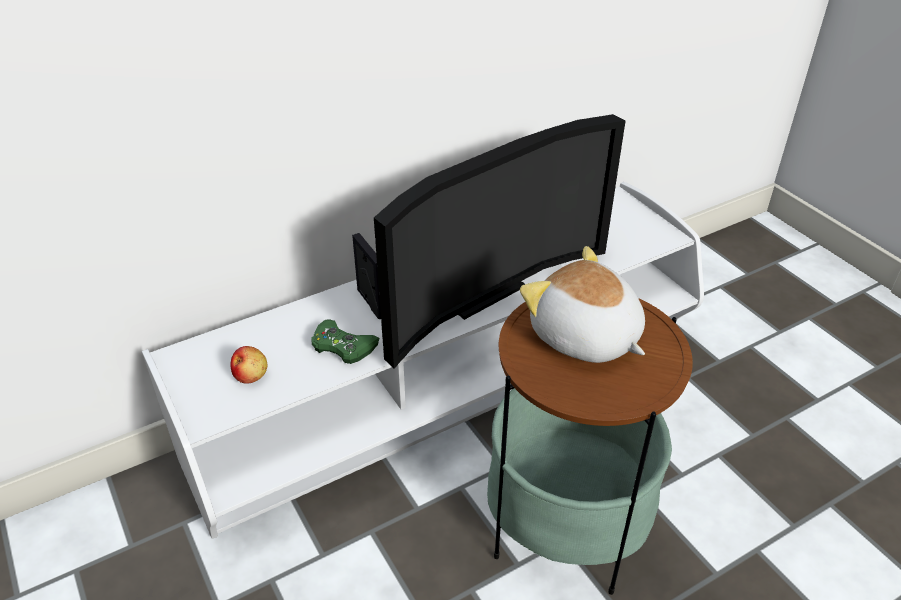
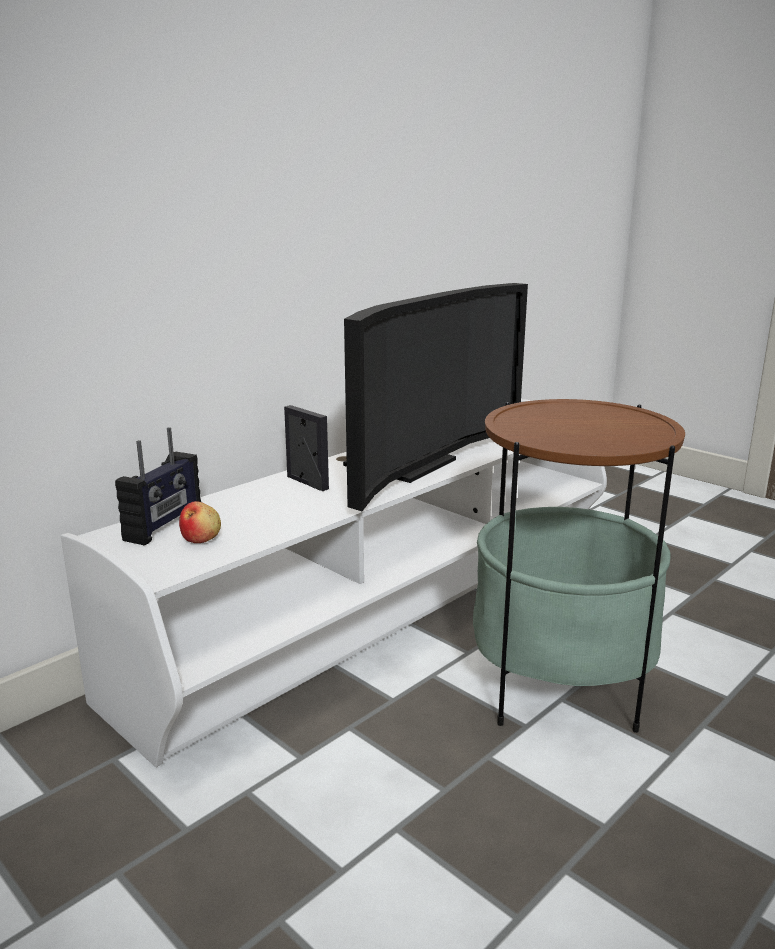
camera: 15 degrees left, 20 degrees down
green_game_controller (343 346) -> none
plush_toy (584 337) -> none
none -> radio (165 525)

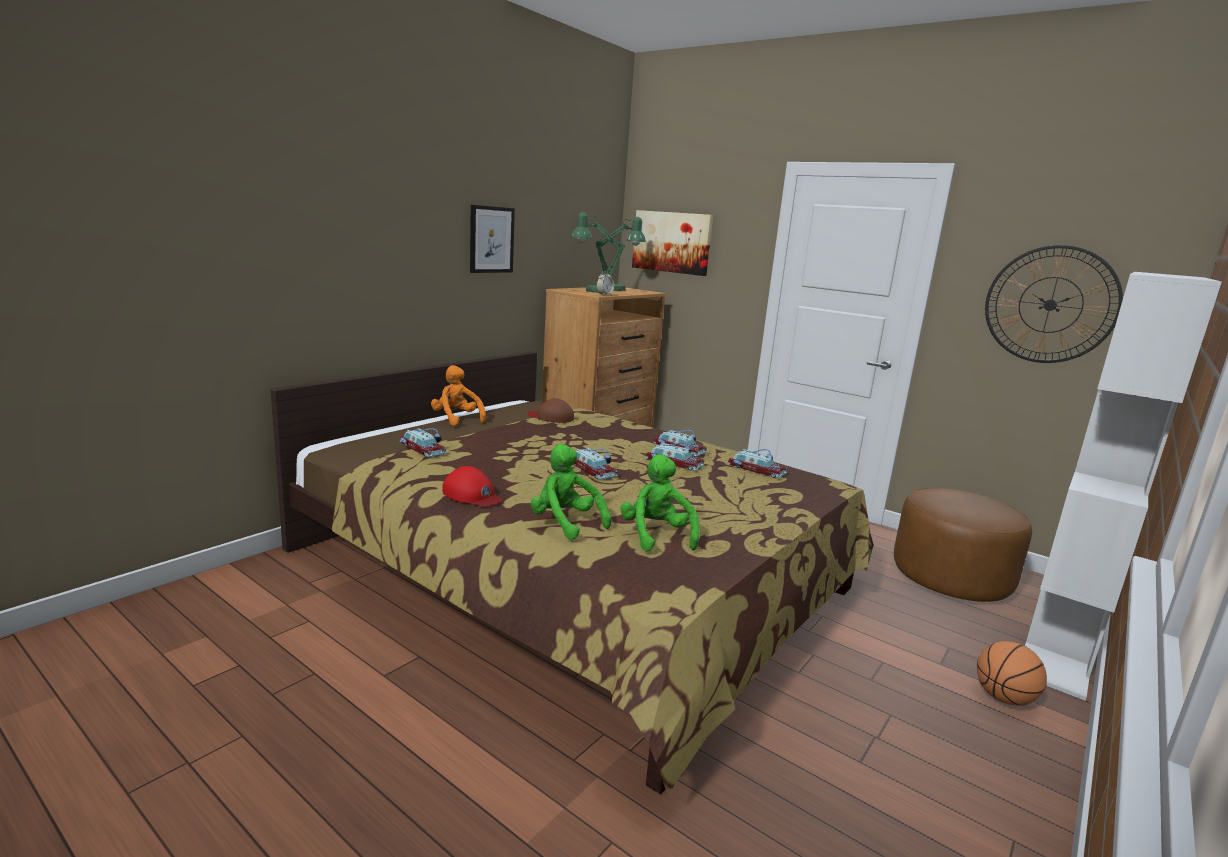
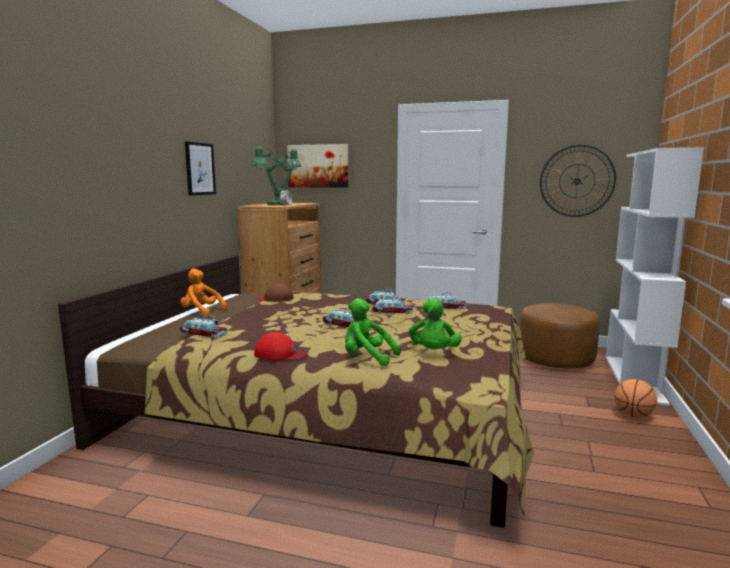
camera: 20 degrees left, 5 degrees down
green_plush_toy (656 536) -> green_plush_toy (433 353), 135 degrees counterclockwise

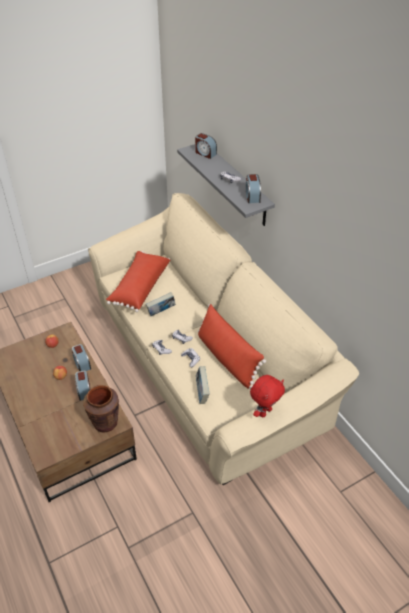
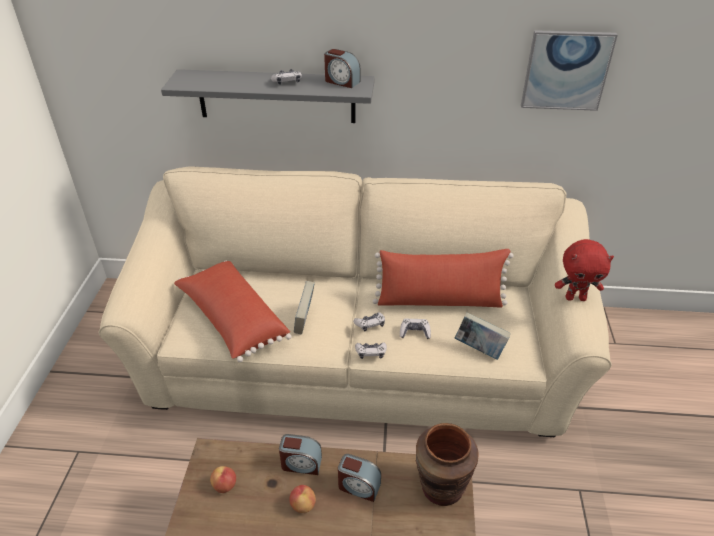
camera: 55 degrees left, 5 degrees down
alarm_clock (205 153) -> none
red_plush_toy (265 411) -> red_plush_toy (575 298), 105 degrees clockwise
none -> picture (566 70)

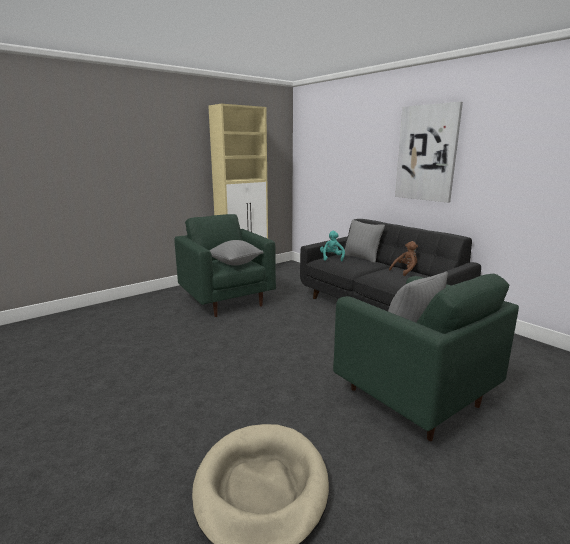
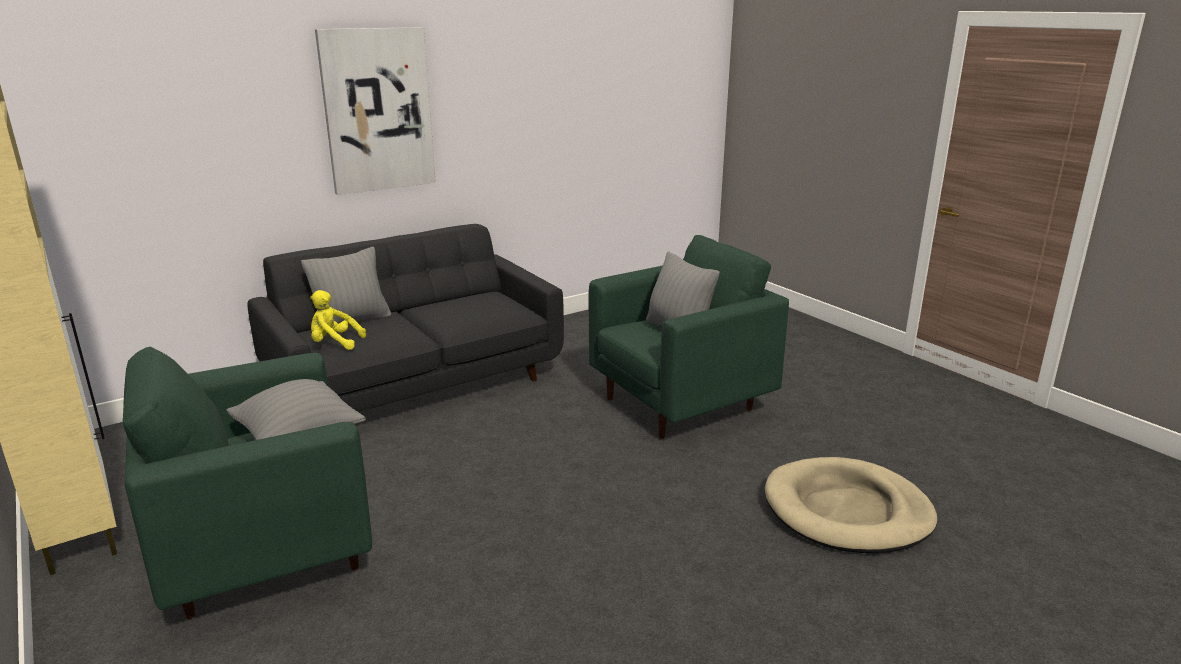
camera: 85 degrees left, 5 degrees up
turquoise_plush_toy (332 258) -> yellow_plush_toy (334 343)
brown_plush_toy (405 271) -> none

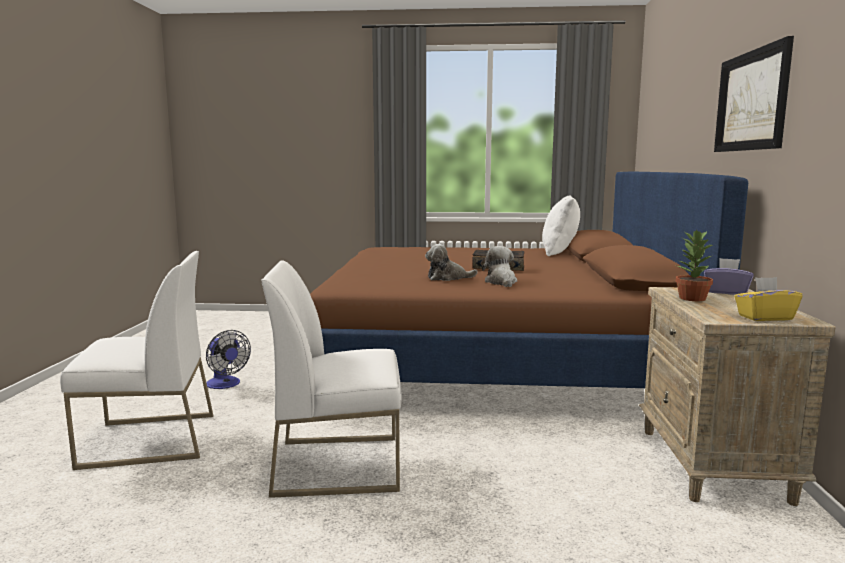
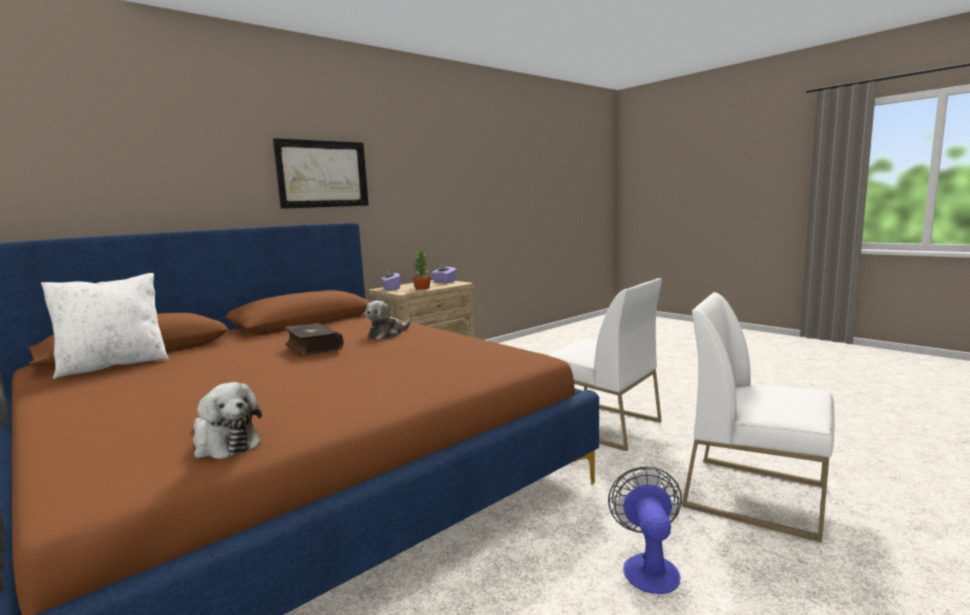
camera: 135 degrees left, 0 degrees up
plush_toy (447 278) -> plush_toy (224 444), relocated
yellow_tissue_box (764 317) -> purple_tissue_box (444 281)

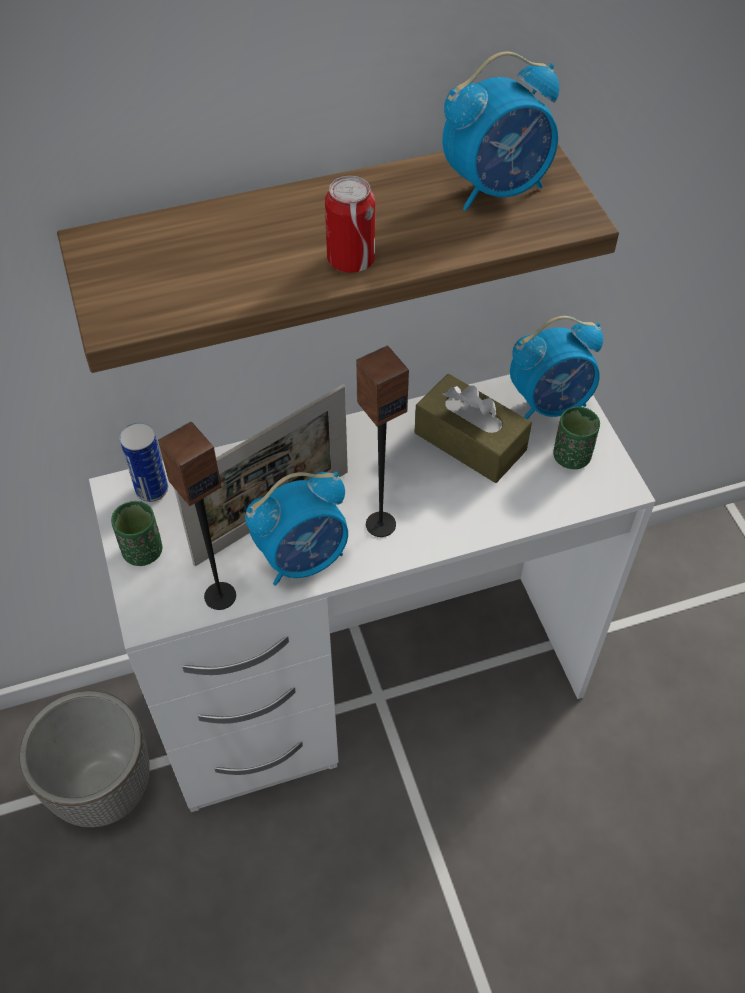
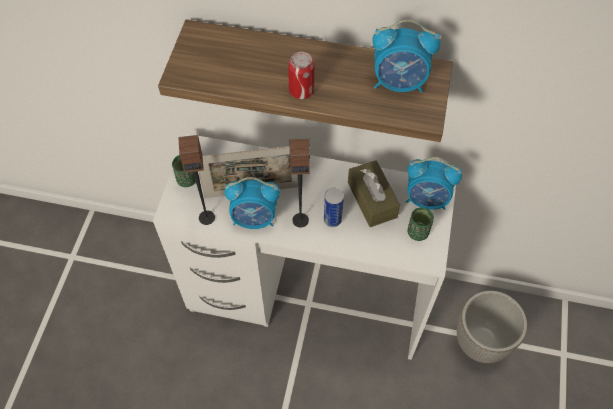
camera: 30 degrees right, 5 degrees up
planter (105 787) -> planter (481 341), relocated
can (152 489) -> can (332 220), relocated

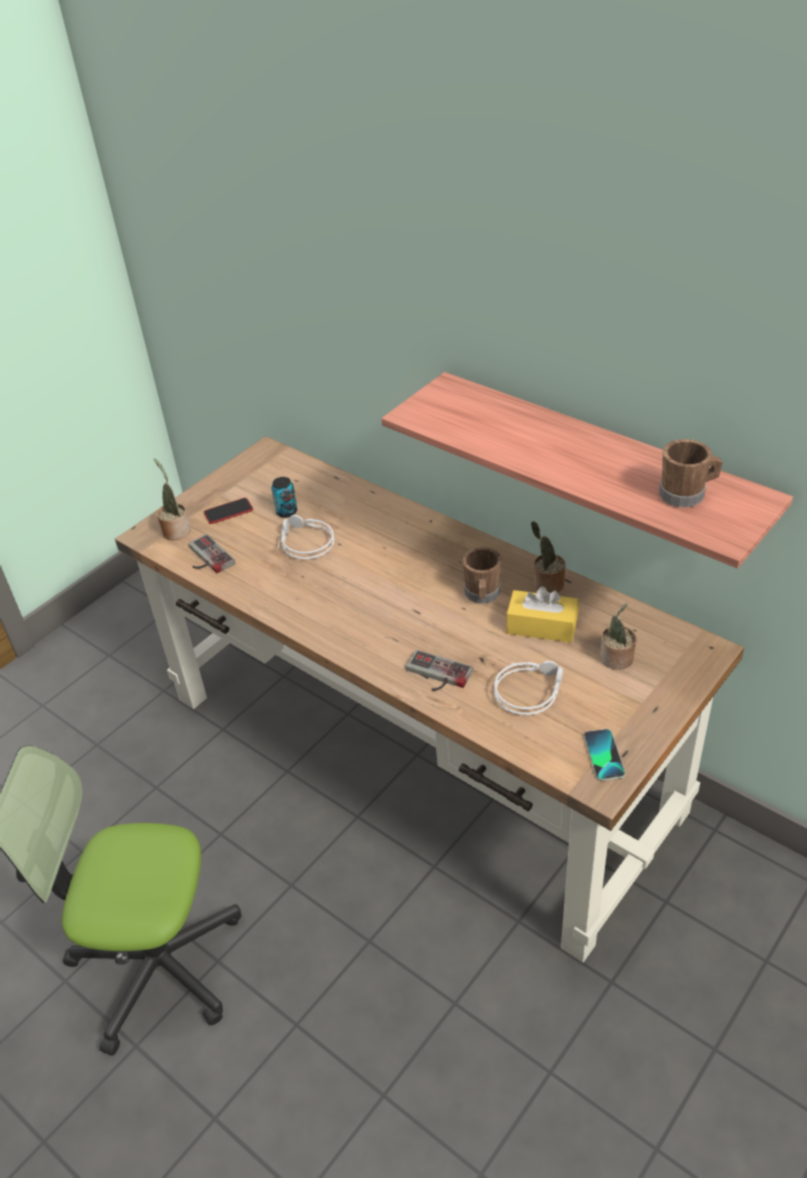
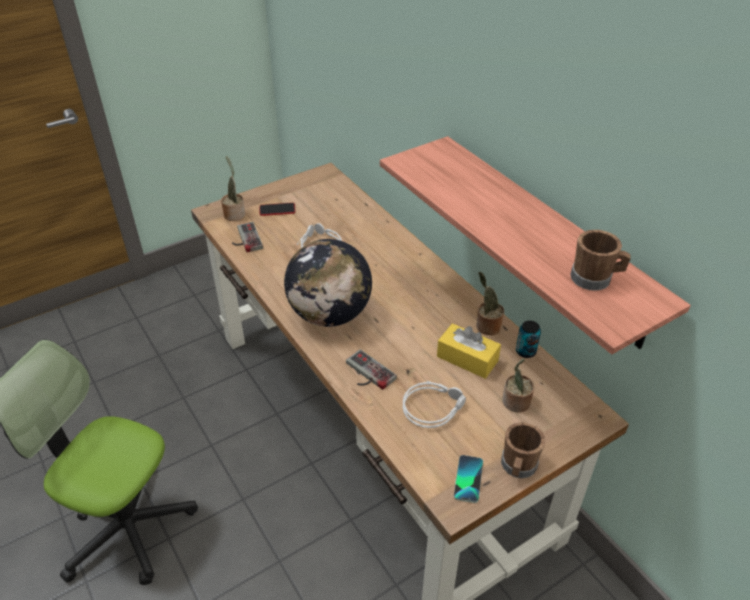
camera: 15 degrees right, 0 degrees up
can (286 512) -> can (525 351), relocated
brown_mug (482 594) -> brown_mug (518 467), relocated
none -> globe (330 314)

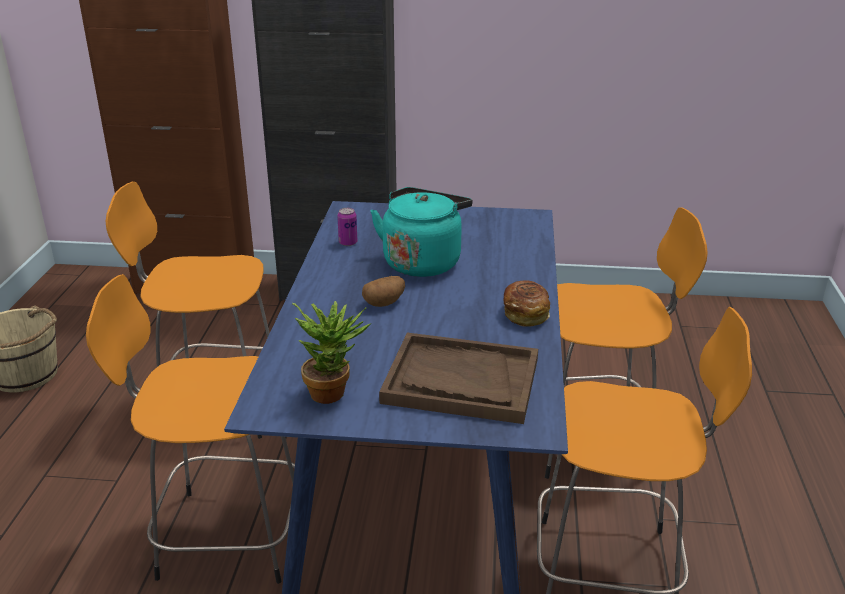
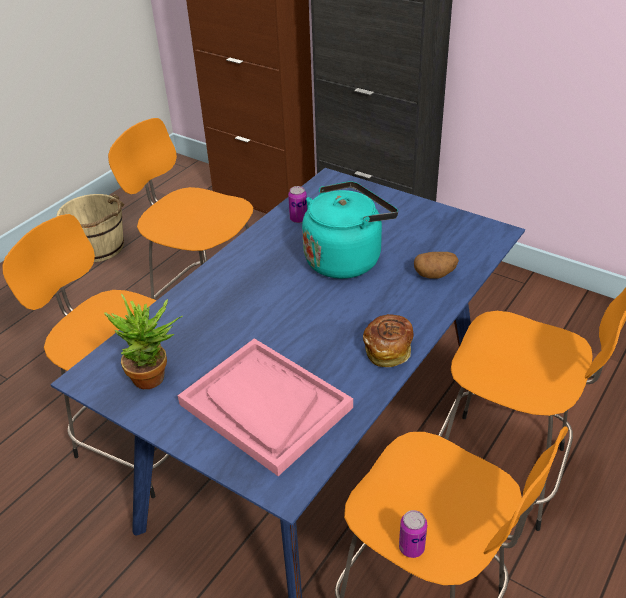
camera: 30 degrees right, 10 degrees up
potato (384 303) -> potato (434 275), relocated
brown_tray (460 381) -> pink_tray (265 406)
none -> can (411 548)

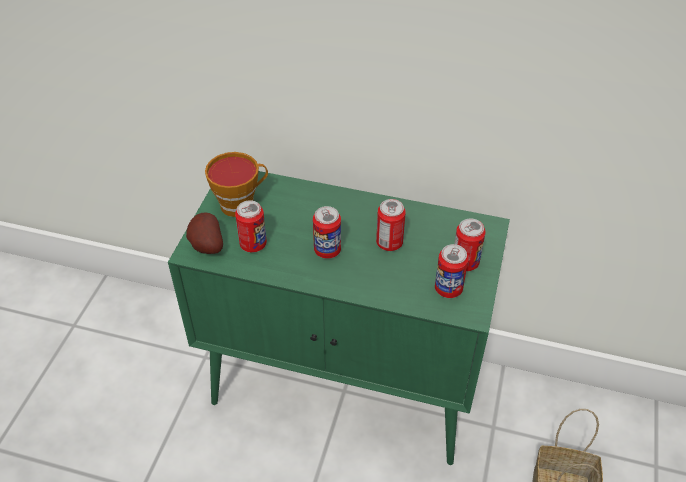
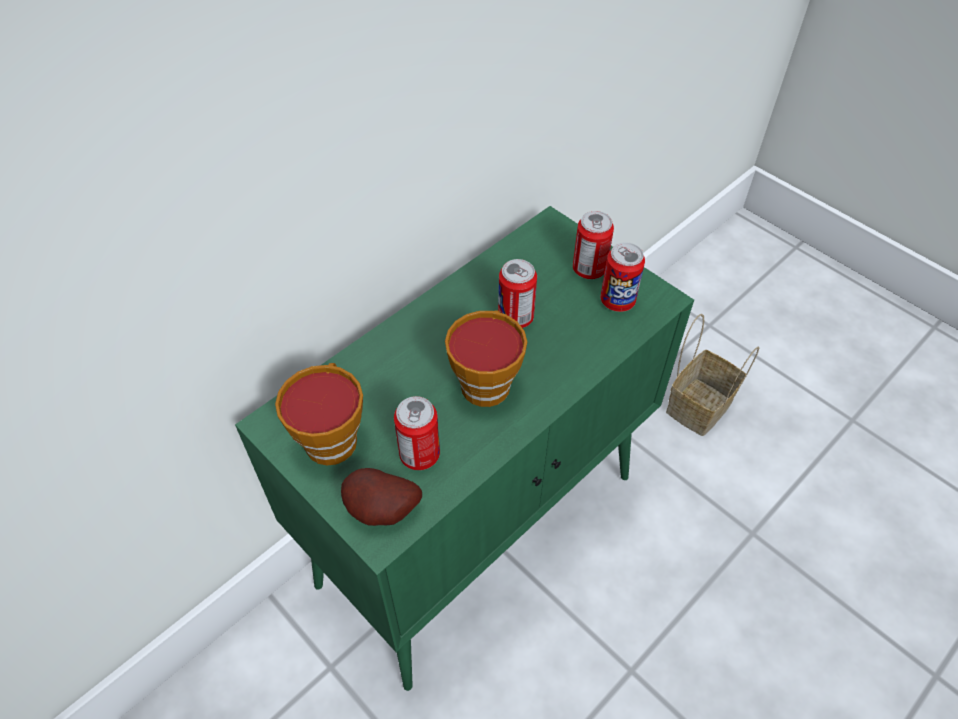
camera: 60 degrees left, 5 degrees up
can (327 250) -> cup (486 381)

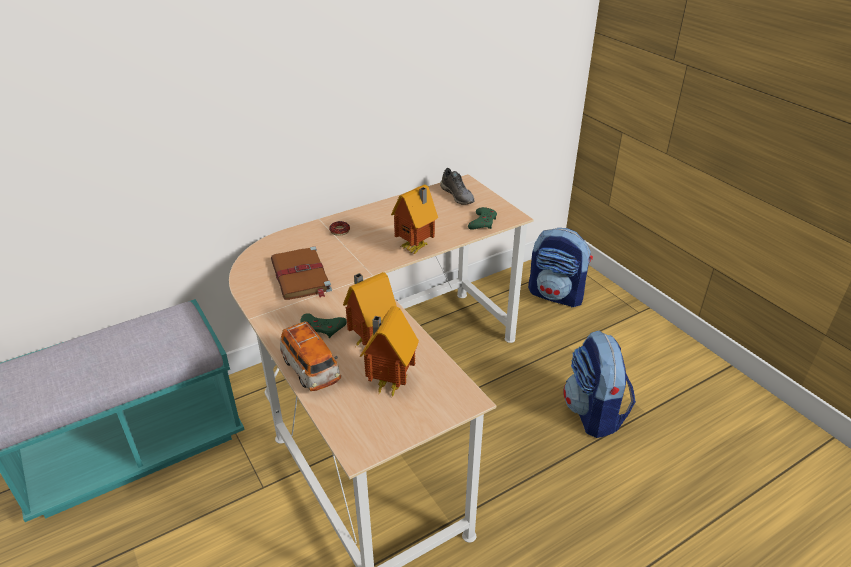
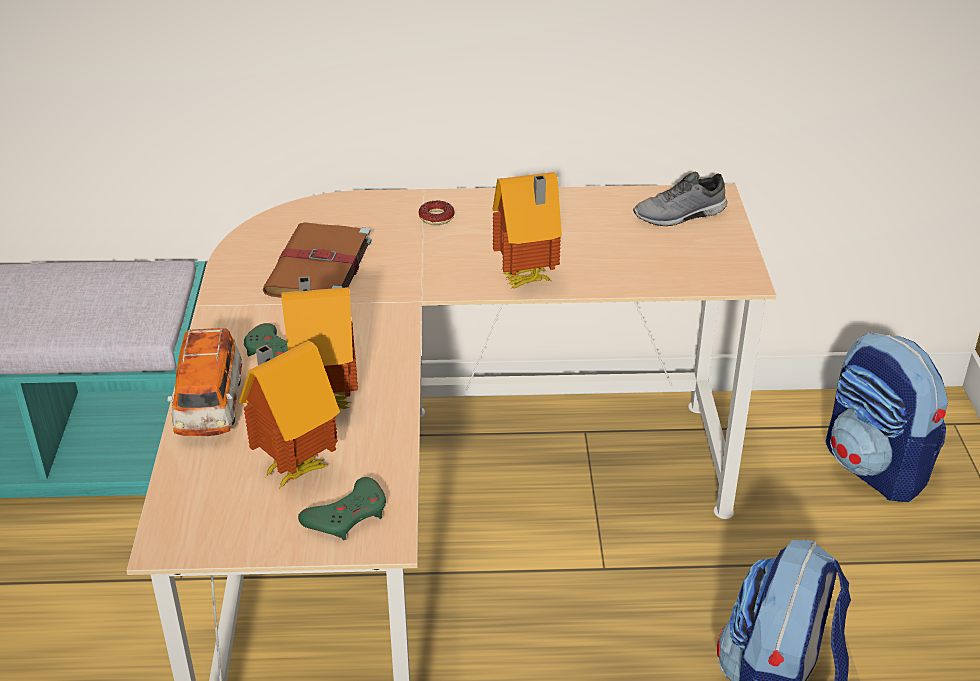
camera: 30 degrees right, 0 degrees up
grey_shoe (458 195) -> grey_shoe (680 215), 75 degrees clockwise
green_game_controller (483 222) -> green_game_controller (347 516), relocated

